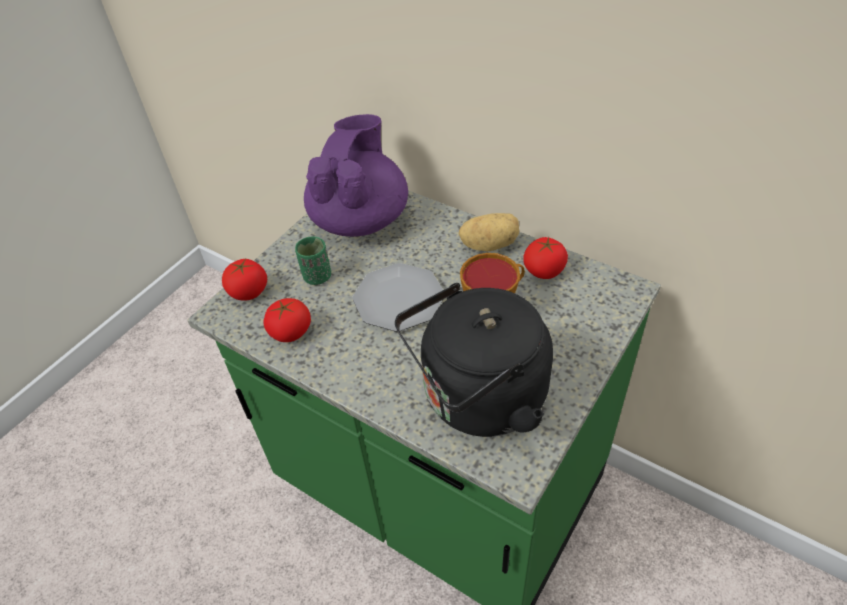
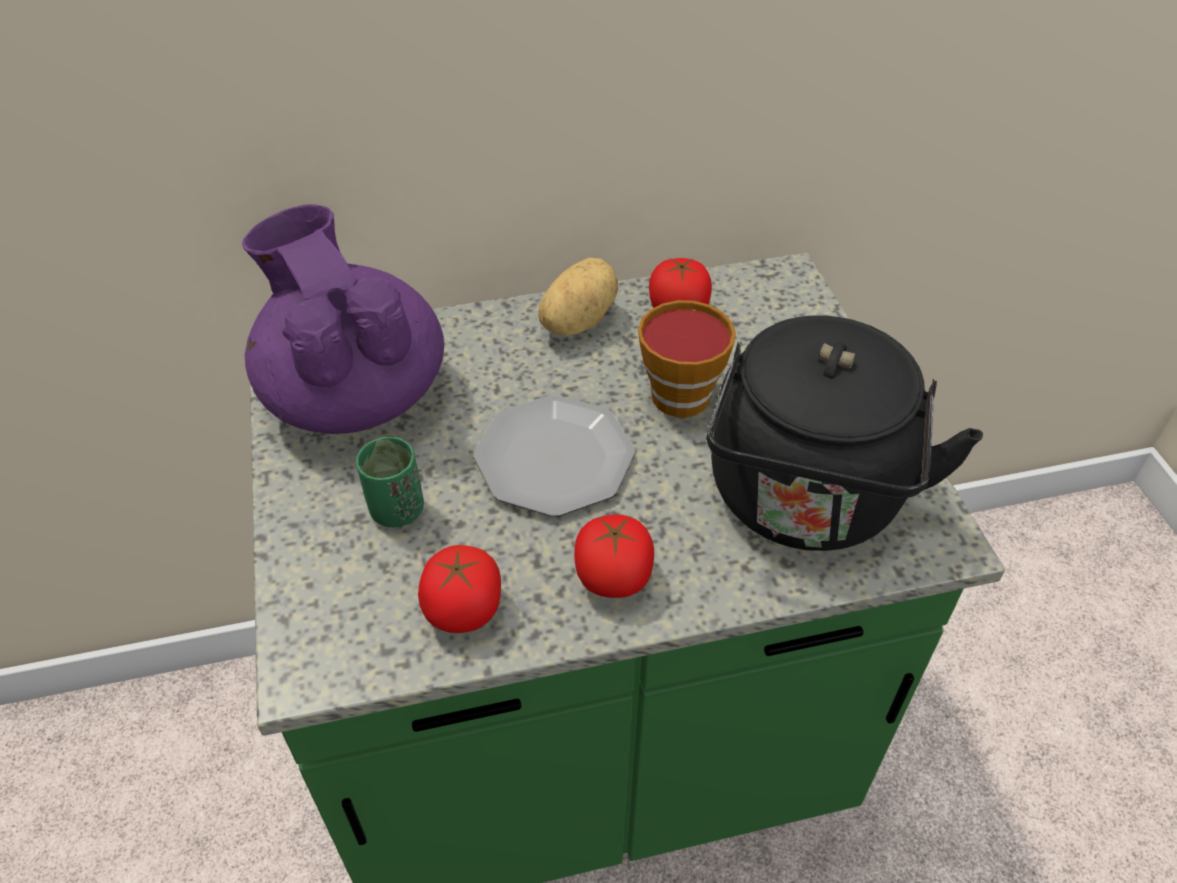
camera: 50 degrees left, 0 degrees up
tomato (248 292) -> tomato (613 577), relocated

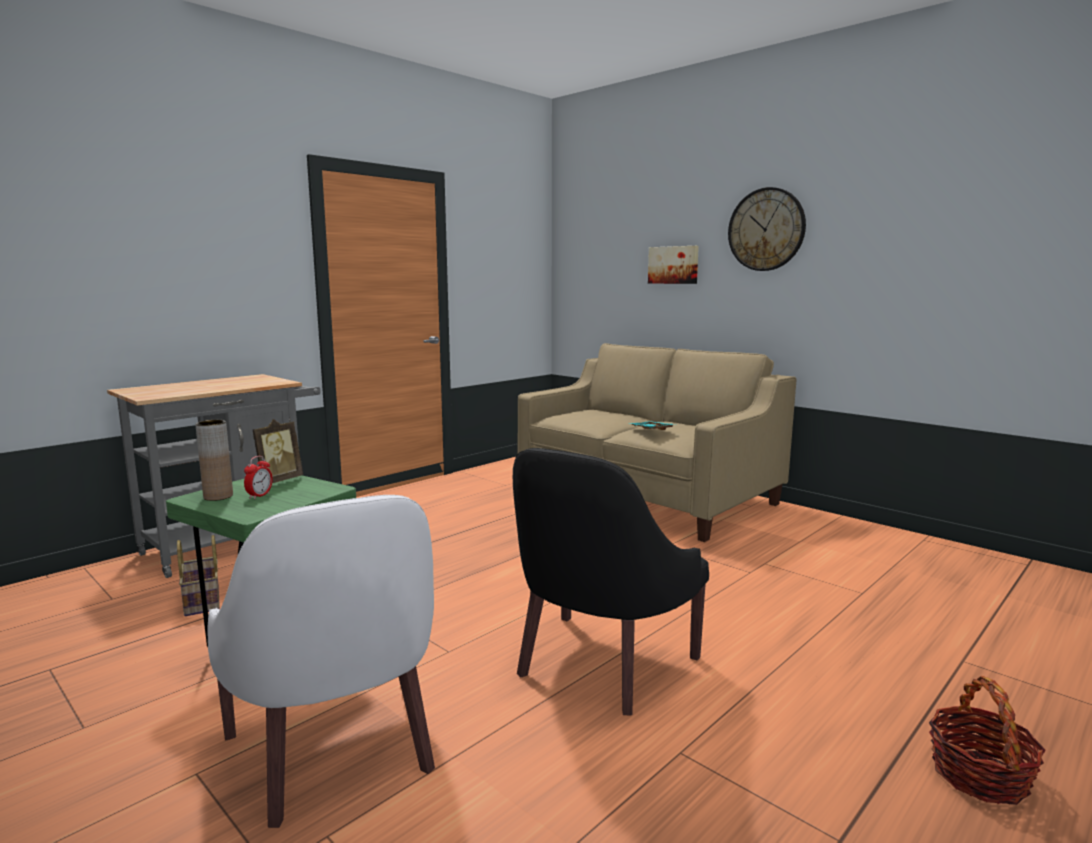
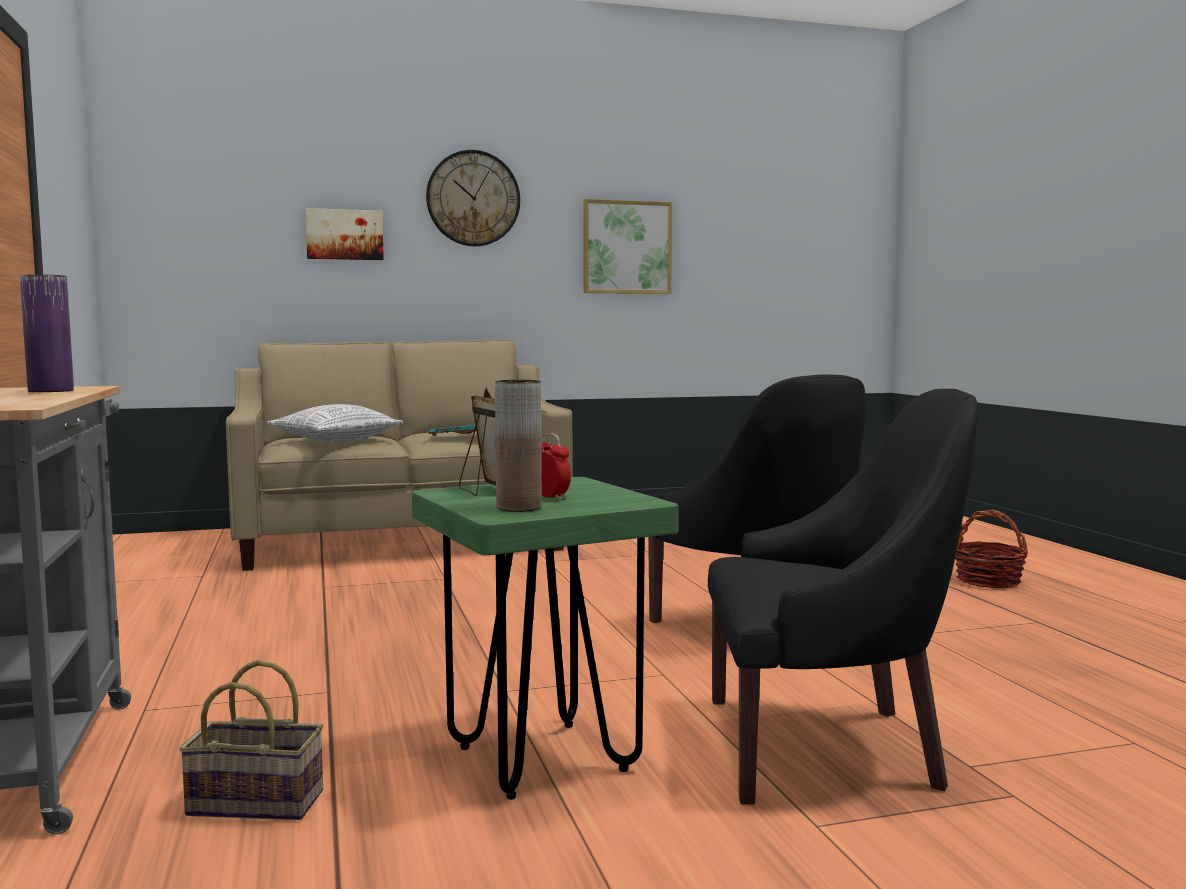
camera: 60 degrees left, 5 degrees down
white_armchair (338 750) -> black_armchair (825 747)
none -> purple_vase (51 391)
none -> pillow (336 440)
none -> picture (627 247)

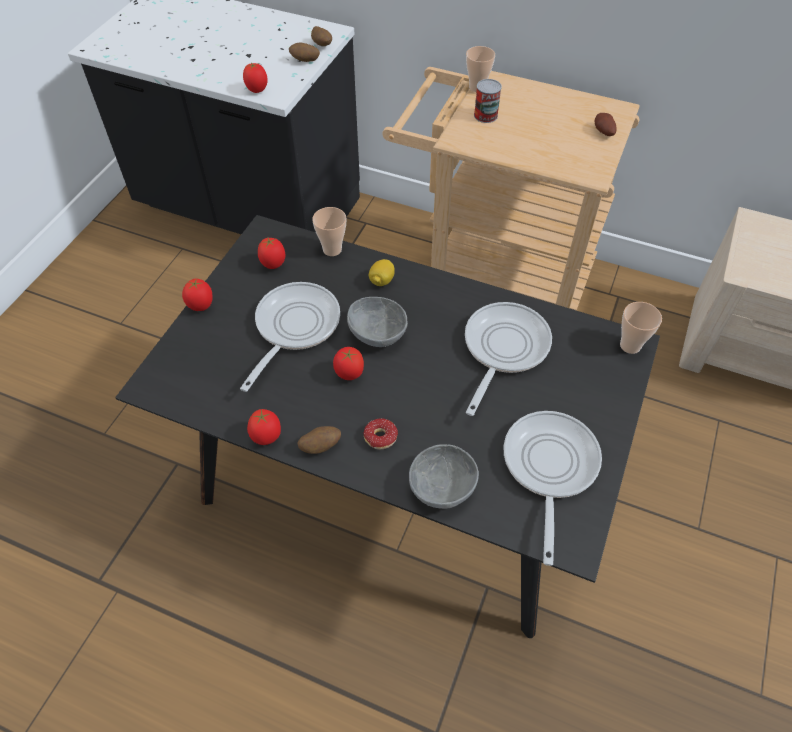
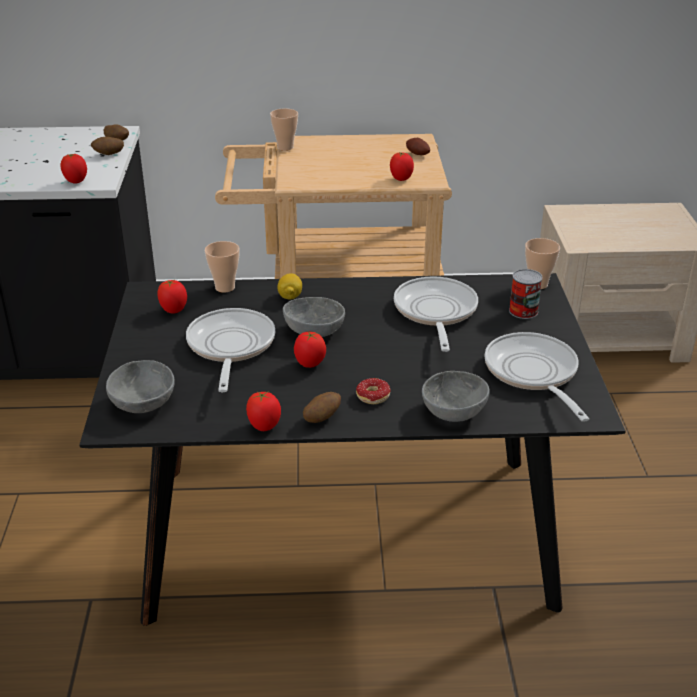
camera: 25 degrees left, 20 degrees down
tomato (201 306) -> tomato (401 179), relocated
can (485 115) -> can (523 311), relocated
none -> grey_bowl (144 403)

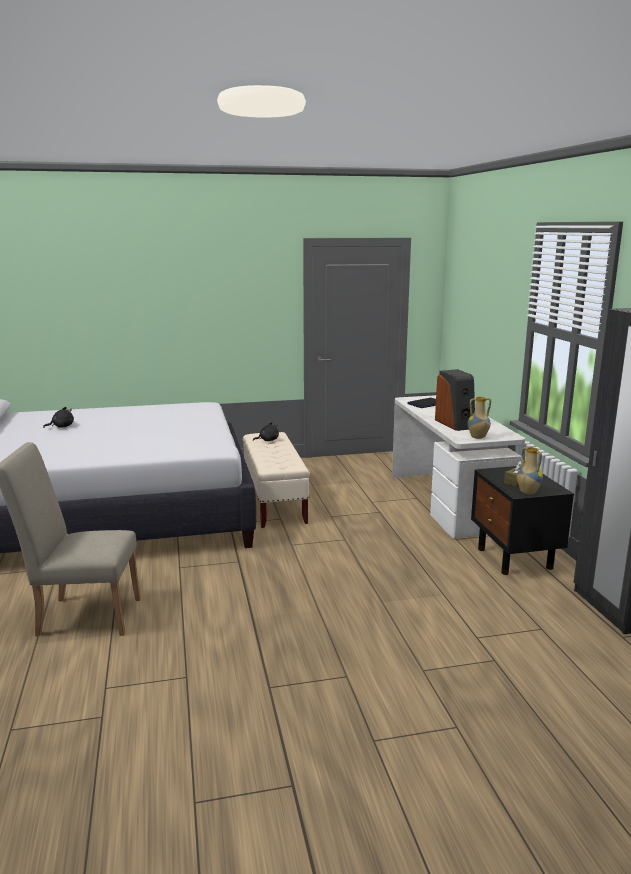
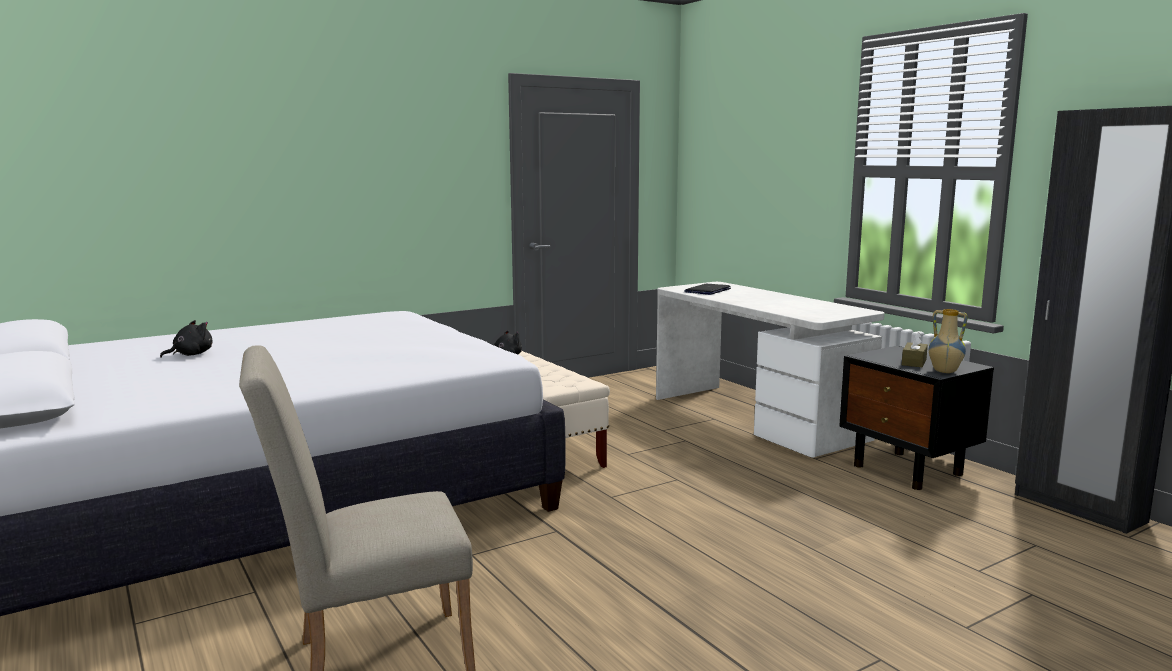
camera: 20 degrees left, 5 degrees down
speaker (455 424) -> none
vase (478 437) -> none

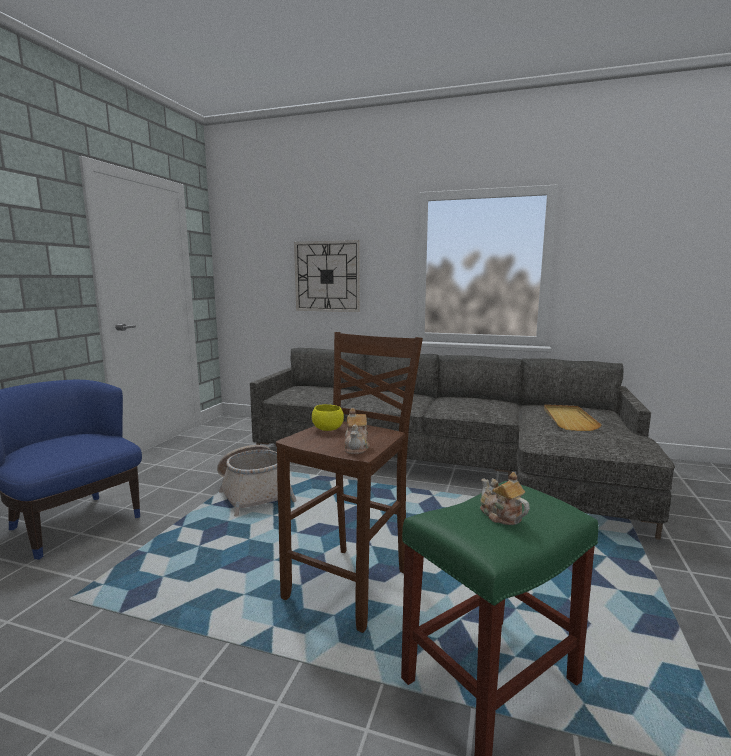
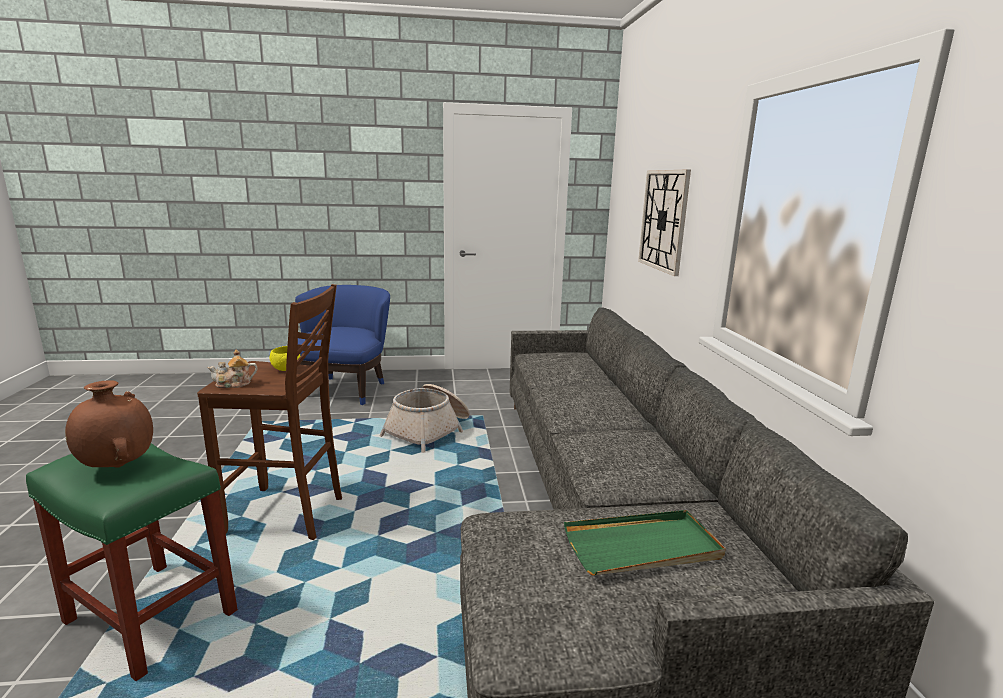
camera: 65 degrees right, 5 degrees up
teapot (500 515) -> brown_vase (117 466)
beige_tray (568 419) -> green_tray (643 547)

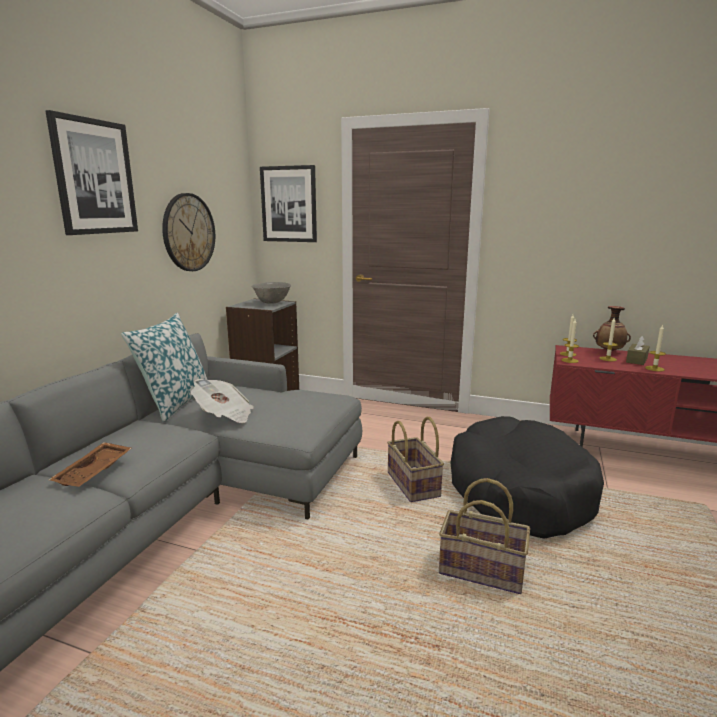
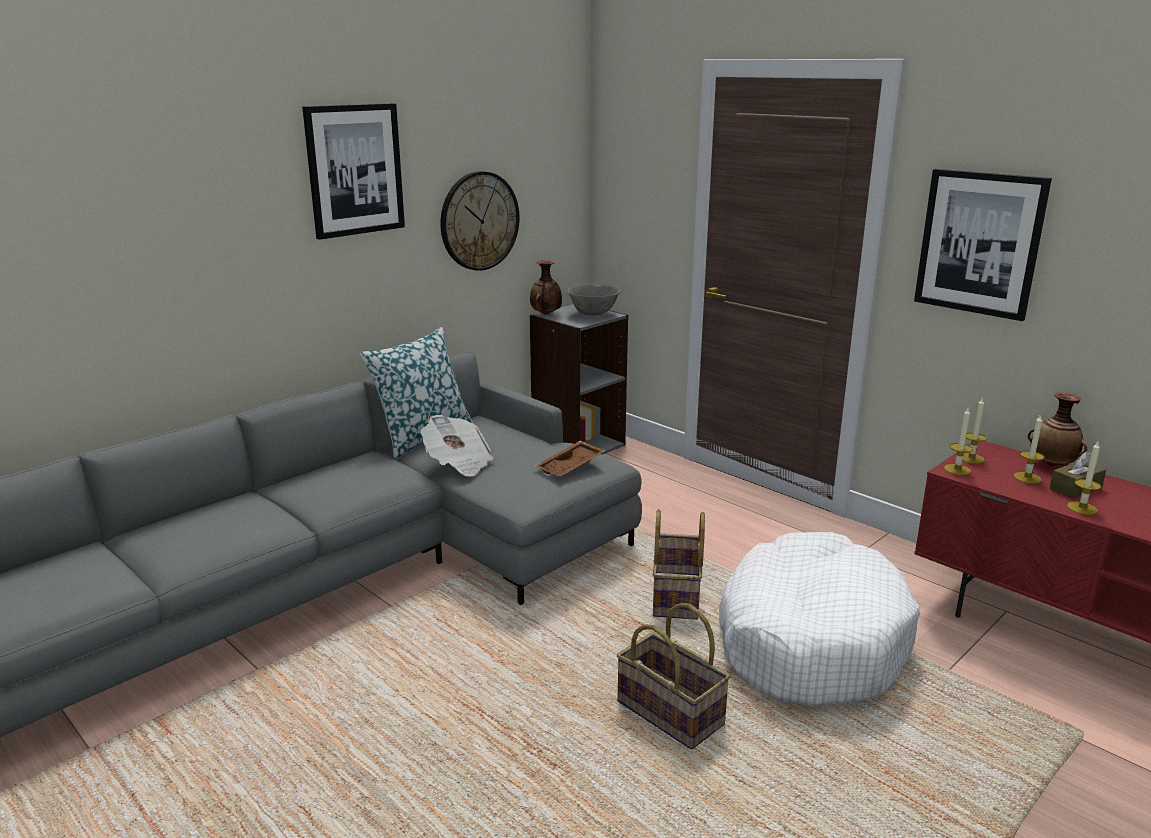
camera: 25 degrees right, 5 degrees up
brown_tray (94 472) -> brown_tray (571 467), relocated
picture (289 204) -> picture (979 243), relocated
black_dog_bed (519 491) -> white_dog_bed (810 640)
none -> vase (546 314)

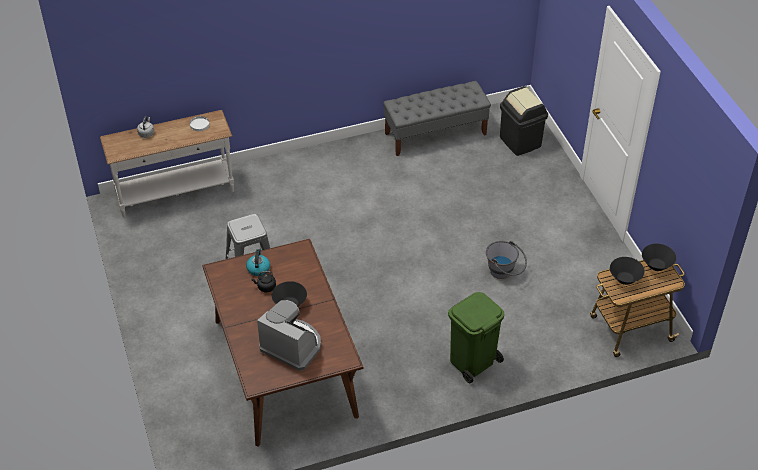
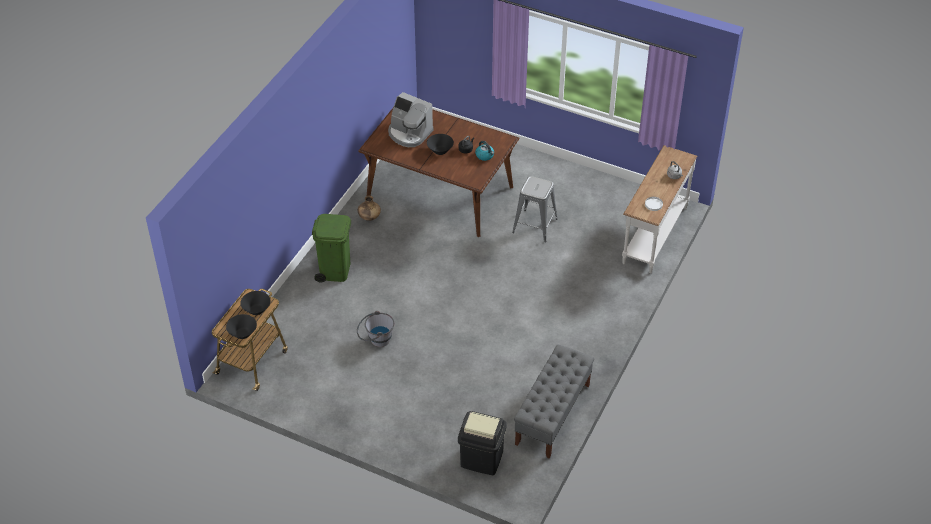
camera: 135 degrees right, 0 degrees up
coffee_machine (292 346) -> coffee_machine (409 133), 45 degrees clockwise
none -> brown_vase (369 217)

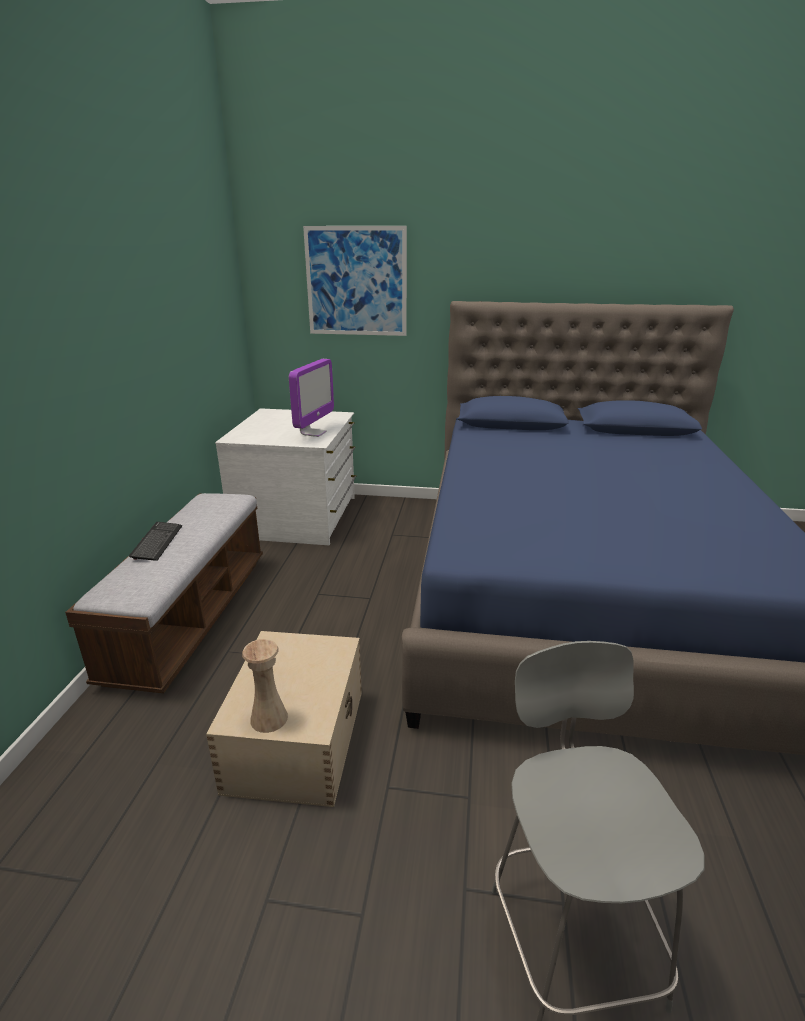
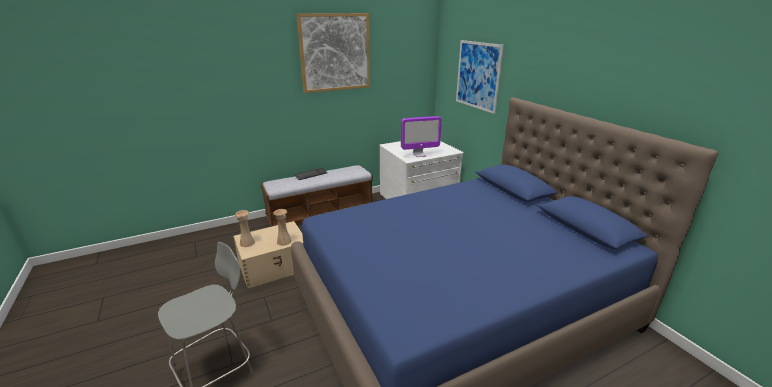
camera: 55 degrees right, 0 degrees up
none -> beige_vase (284 241)
none -> picture (335 52)

